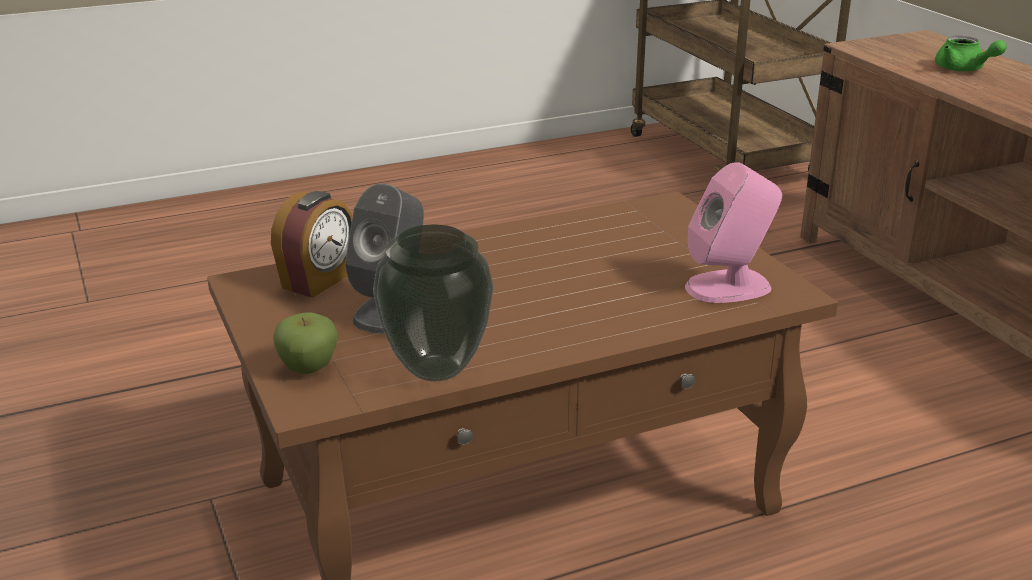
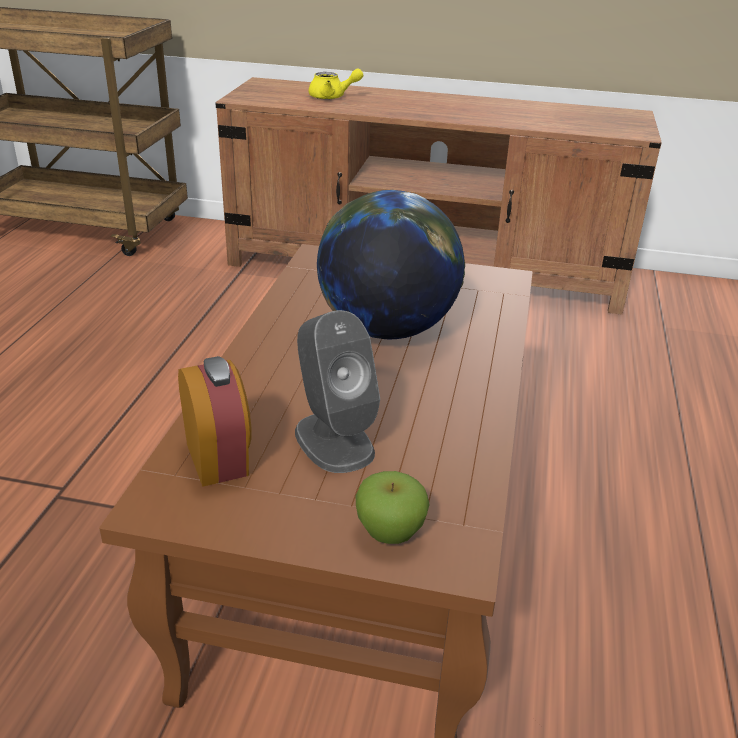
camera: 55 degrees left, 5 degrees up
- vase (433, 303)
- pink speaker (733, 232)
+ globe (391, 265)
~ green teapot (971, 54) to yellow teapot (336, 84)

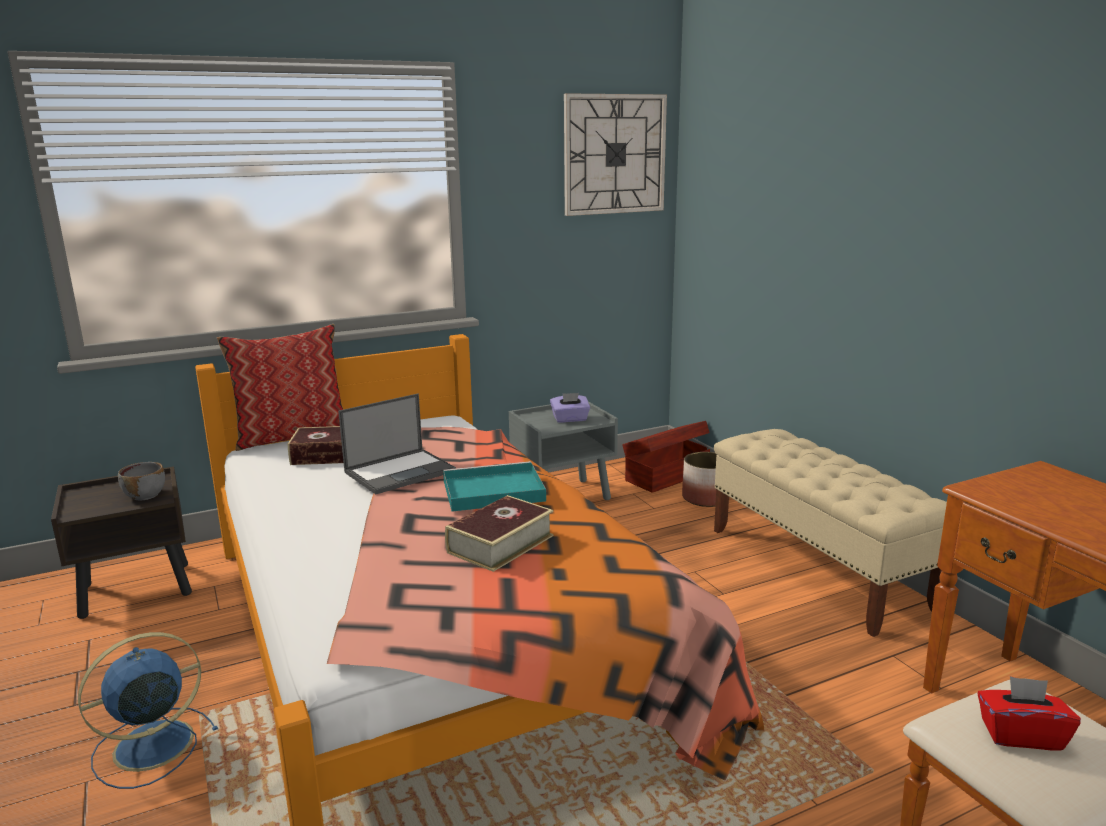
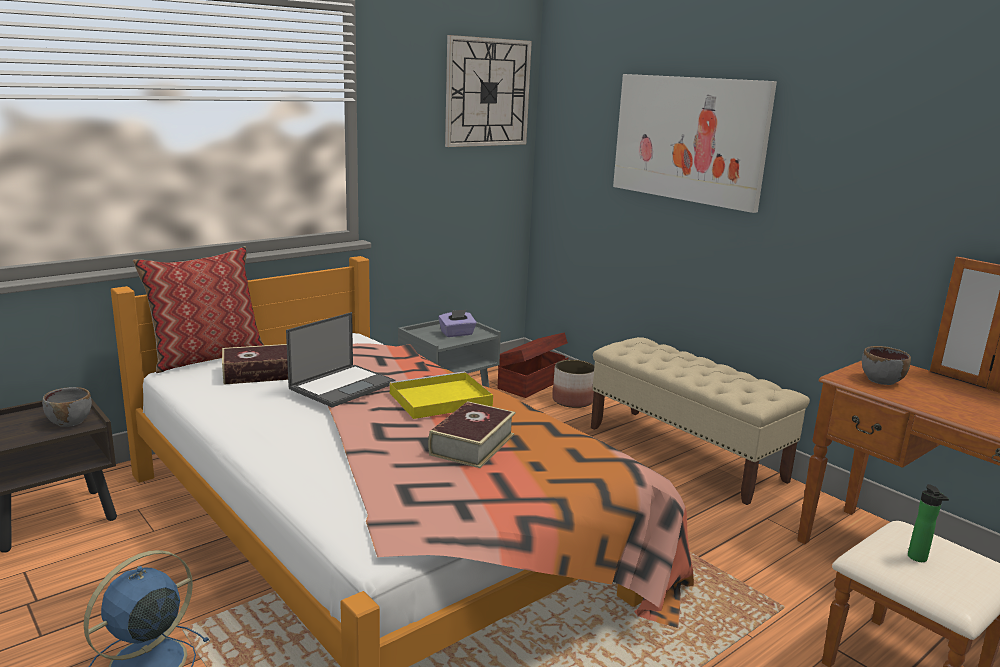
camera: 15 degrees left, 0 degrees up
+ picture (695, 143)
+ grey bowl (886, 365)
~ red tissue box (1029, 713) to bottle (928, 523)
~ turquoise tray (494, 486) to yellow tray (441, 395)

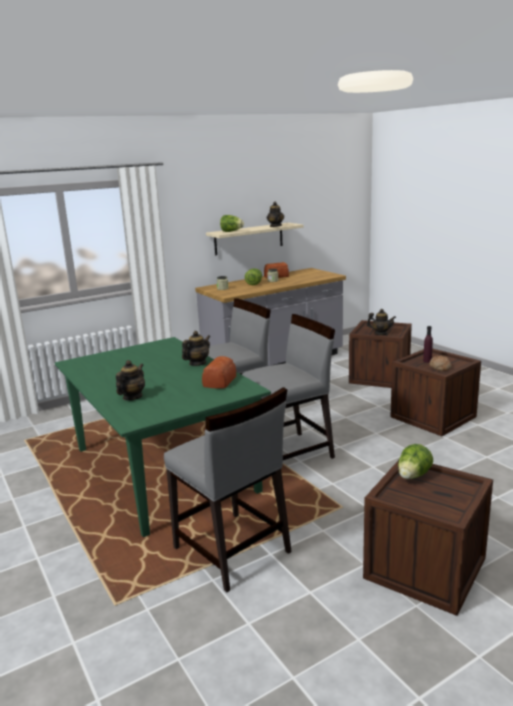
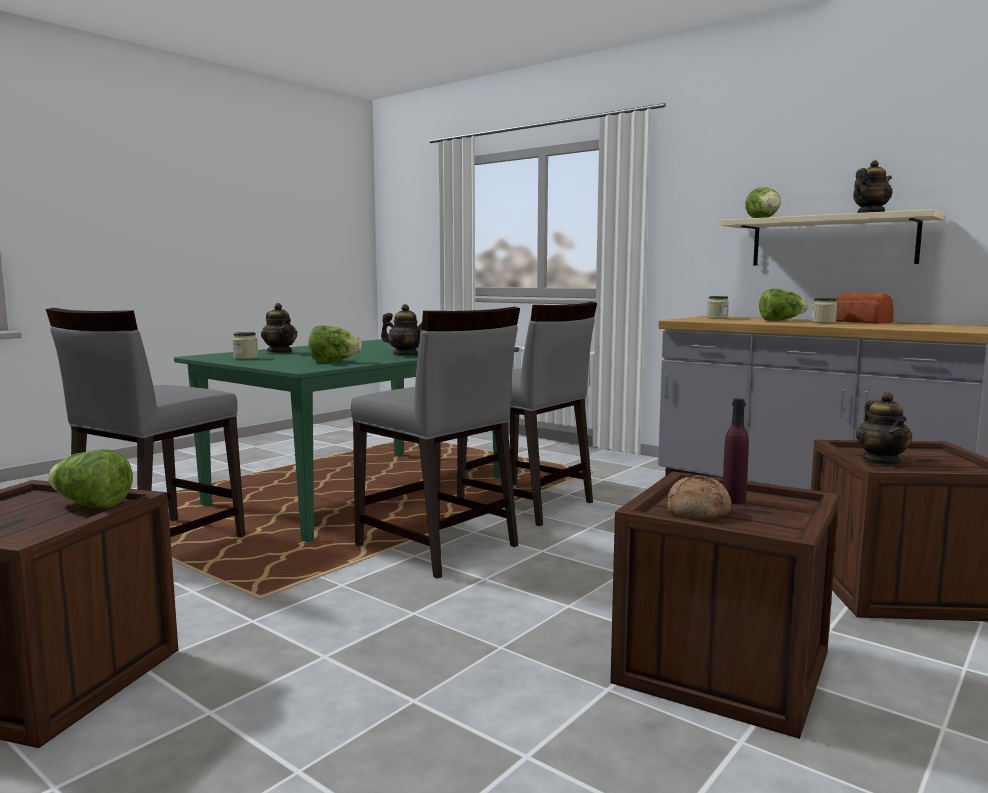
camera: 70 degrees right, 10 degrees down
+ jar (245, 345)
~ bread (219, 372) to lettuce (335, 344)
~ teapot (130, 380) = (279, 328) 45 degrees clockwise

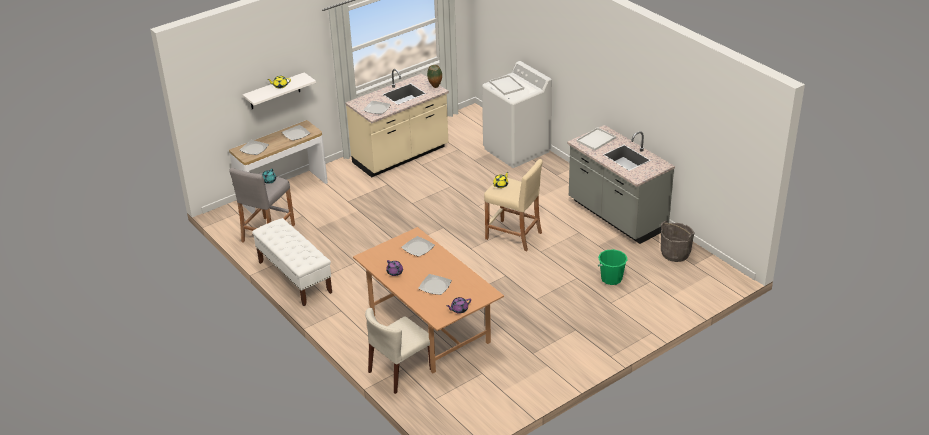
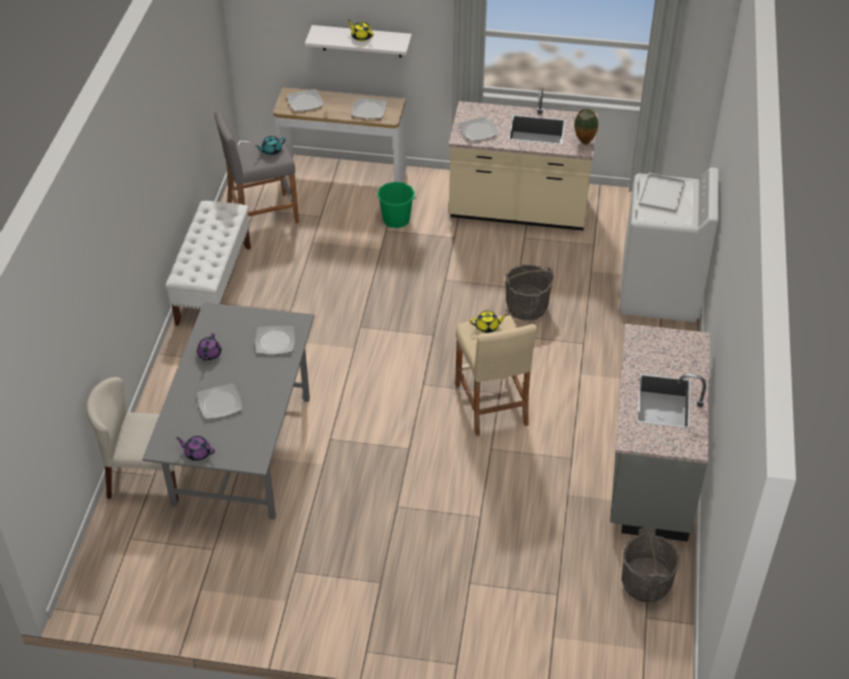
camera: 45 degrees right, 10 degrees up
- white tray (596, 138)
+ grey bucket (529, 292)
~ green bucket (613, 267) to (396, 205)
~ brown dining table (428, 300) to grey dining table (228, 411)

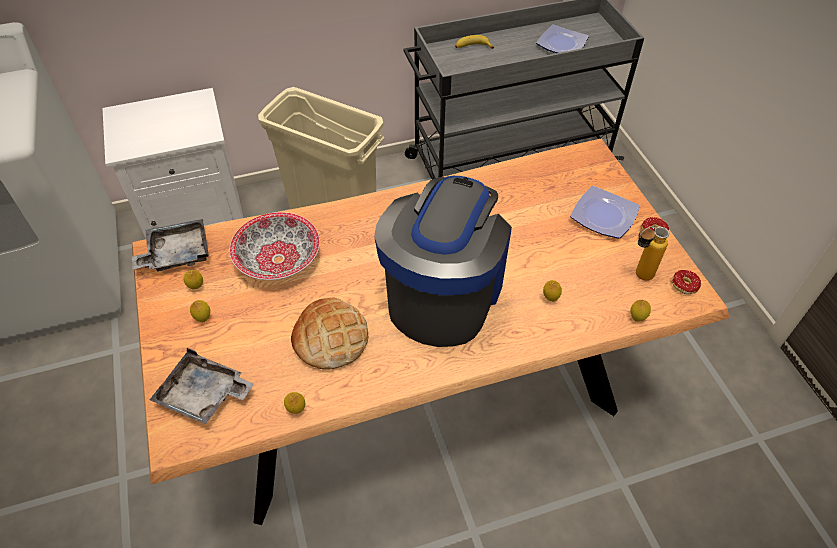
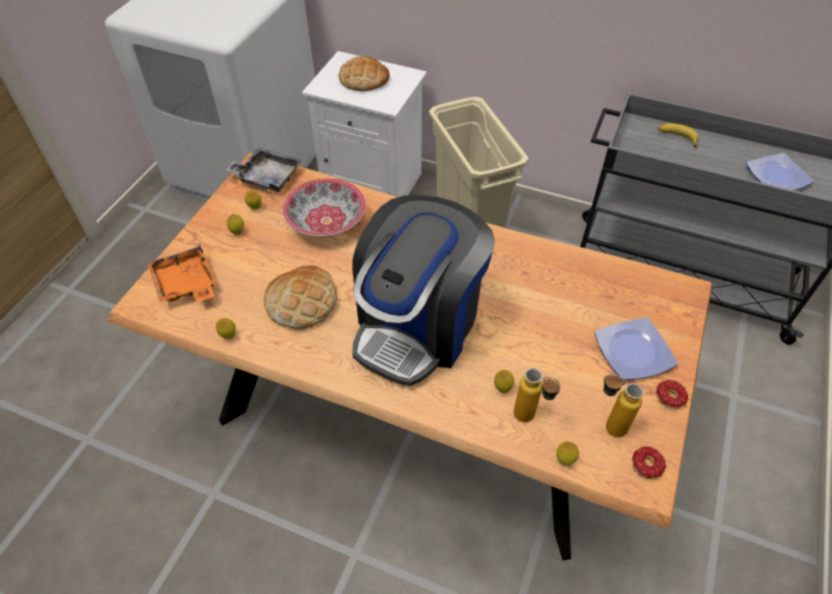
camera: 40 degrees right, 0 degrees up
+ bread (364, 73)
+ bottle (537, 395)
~ grey tray (202, 386) to orange tray (181, 272)
~ coffee machine (443, 261) = (423, 290) 150 degrees clockwise

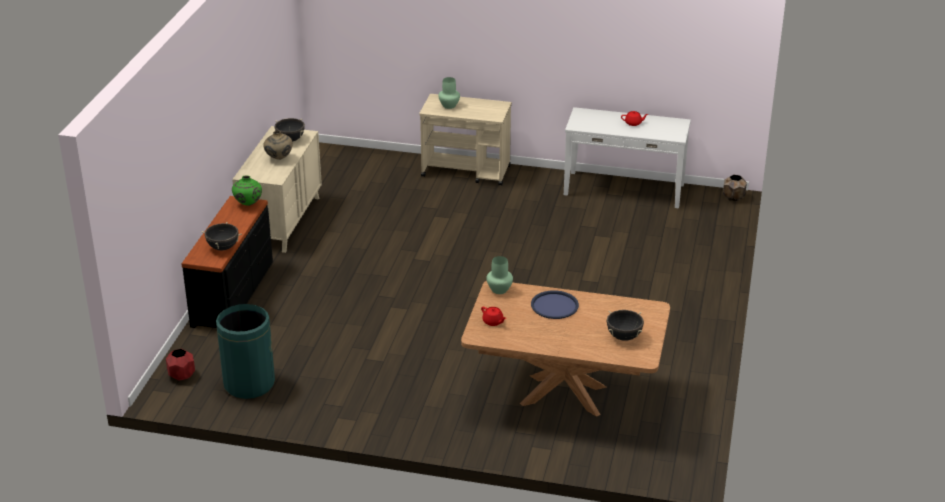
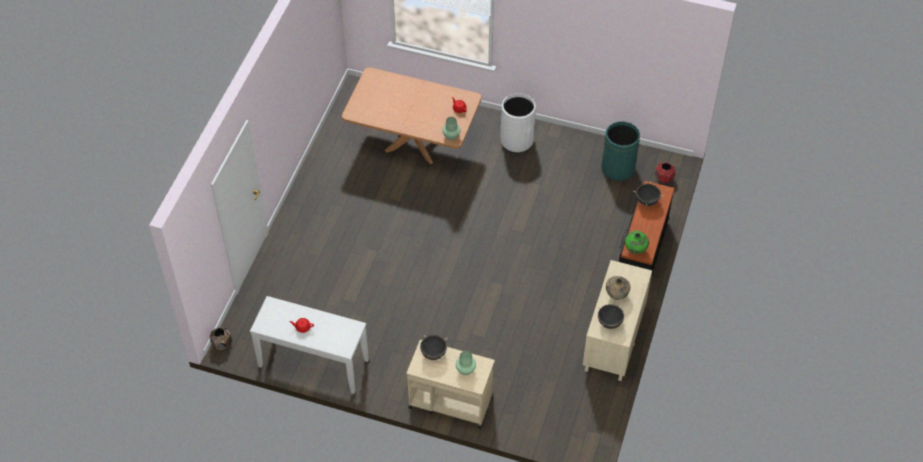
camera: 175 degrees left, 20 degrees up
- blue tray (555, 304)
+ white trash can (518, 122)
~ black cooking pot (625, 325) to (433, 347)

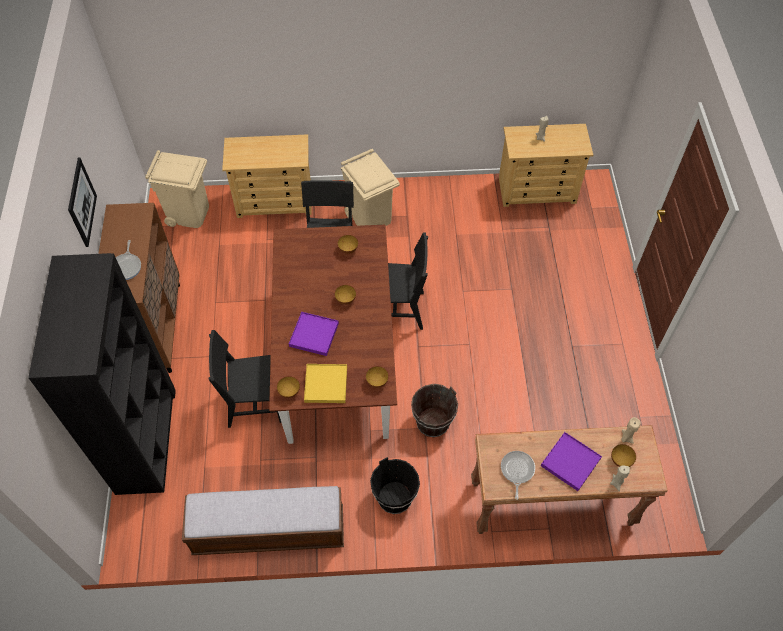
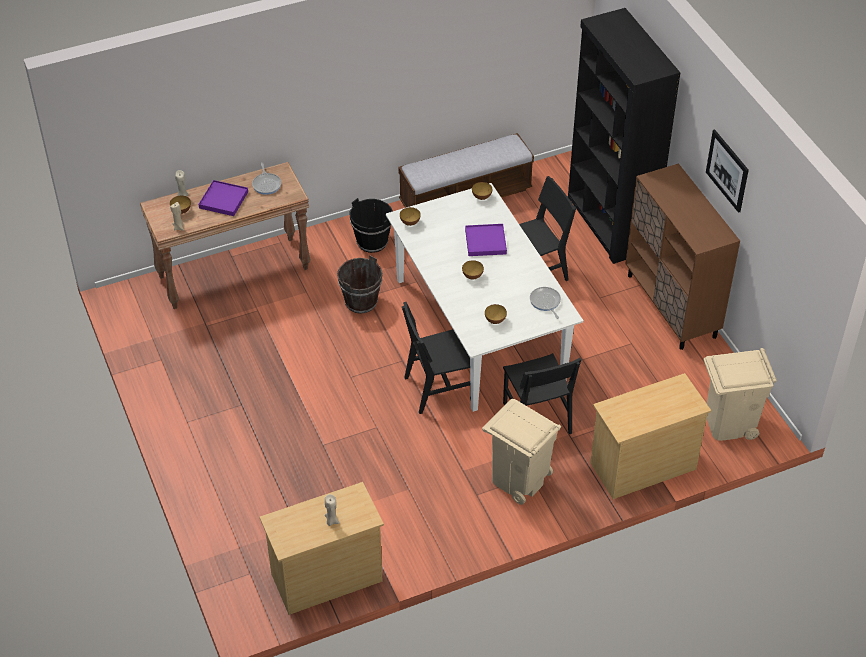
camera: 160 degrees right, 10 degrees down
- yellow tray (325, 383)
~ frying pan (128, 260) to (545, 303)
~ brown dining table (333, 334) to white dining table (484, 297)

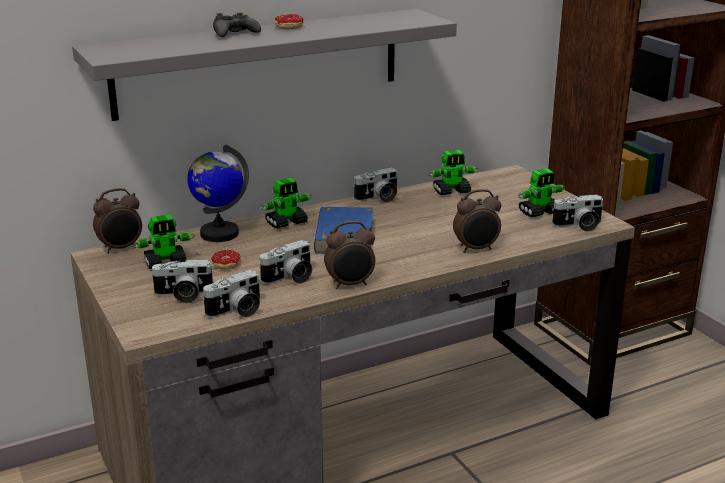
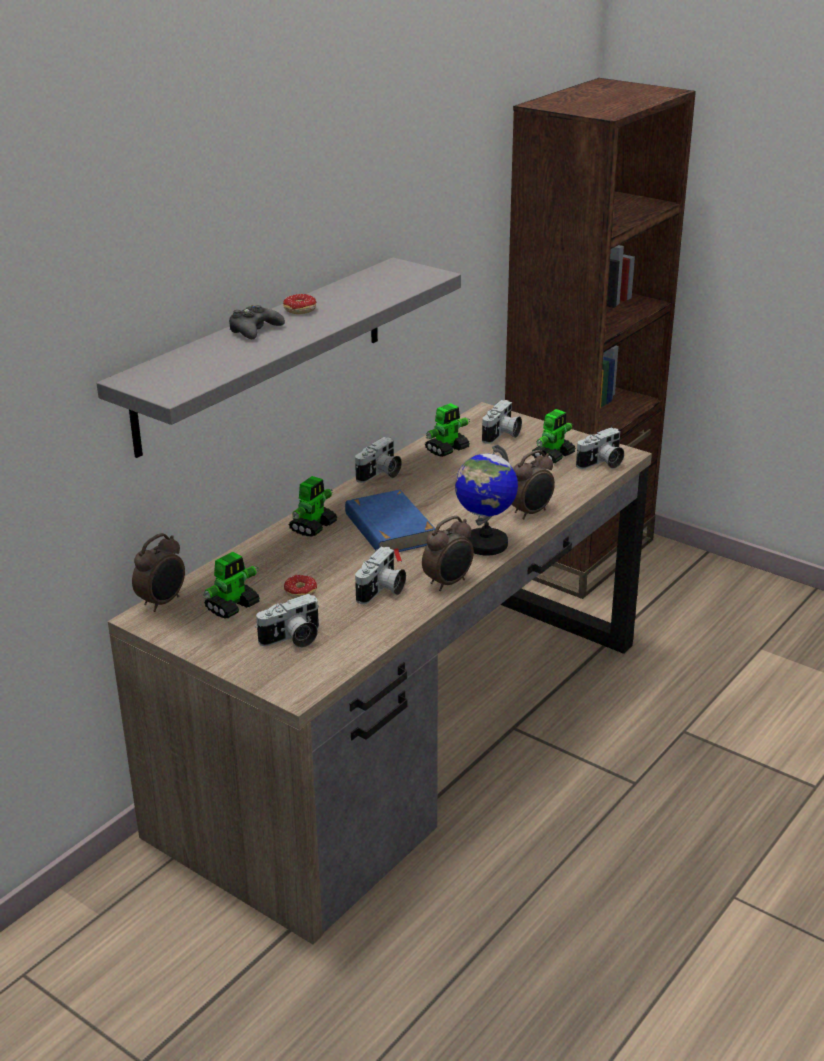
camera: 25 degrees left, 5 degrees up
~ globe (218, 193) to (486, 500)
~ photo camera (231, 294) to (502, 422)

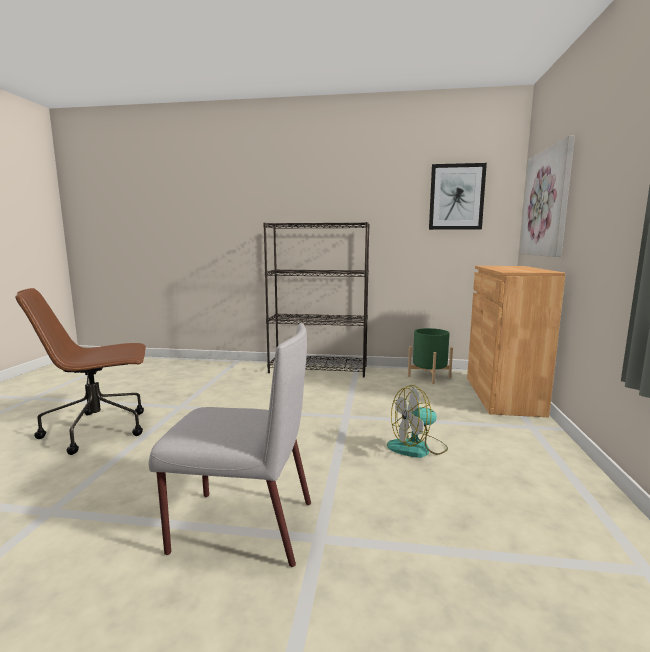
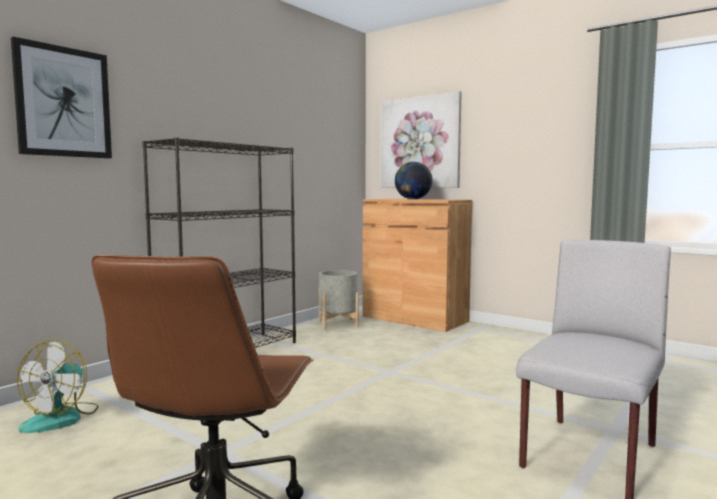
camera: 60 degrees left, 5 degrees down
+ globe (414, 180)
~ fan (417, 421) to (57, 386)
~ picture (458, 196) to (61, 97)
~ green planter (430, 356) to grey planter (339, 300)

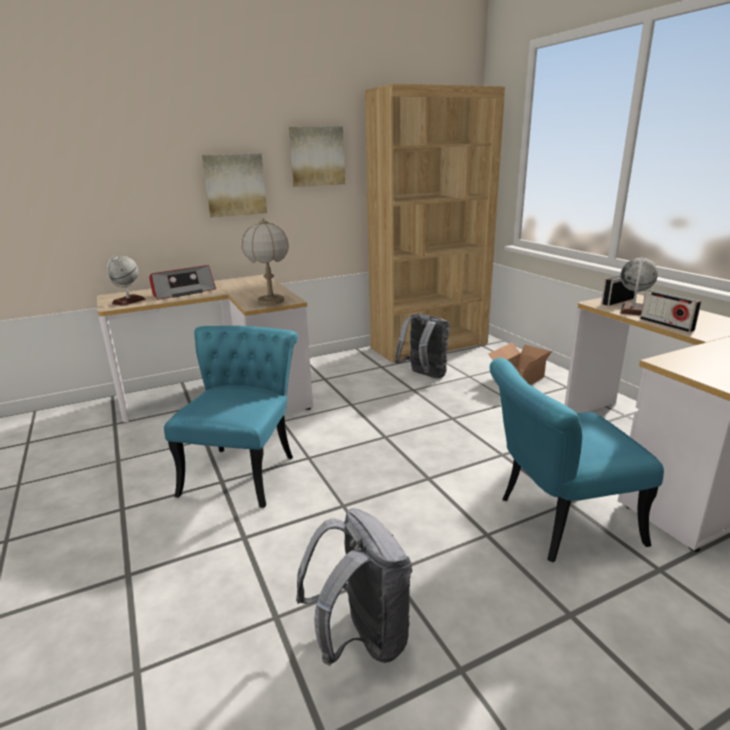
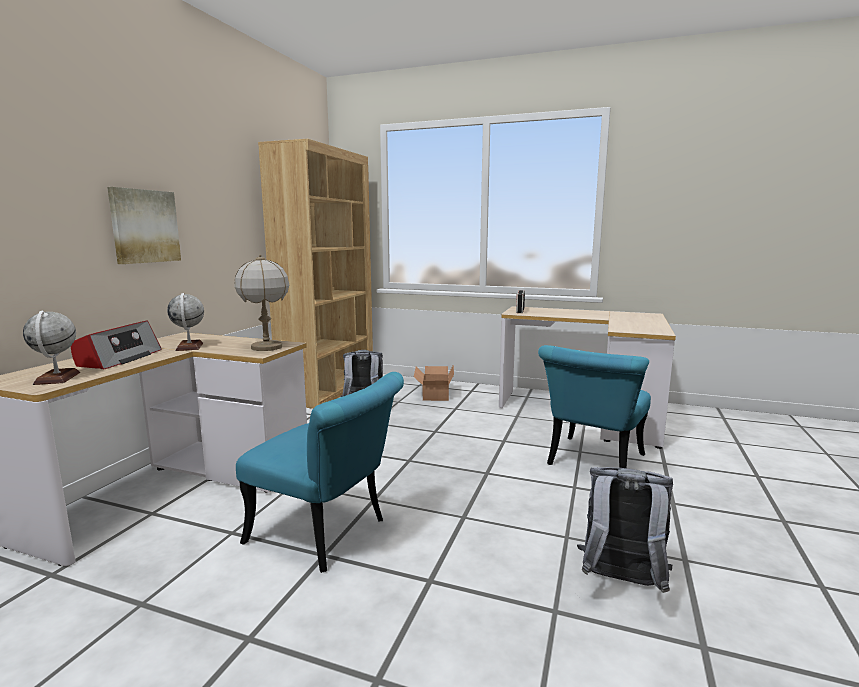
camera: 45 degrees left, 10 degrees down
- picture (317, 156)
- radio (670, 311)
~ globe (639, 286) to (185, 322)
~ turquoise chair (231, 417) = (320, 472) 150 degrees clockwise

